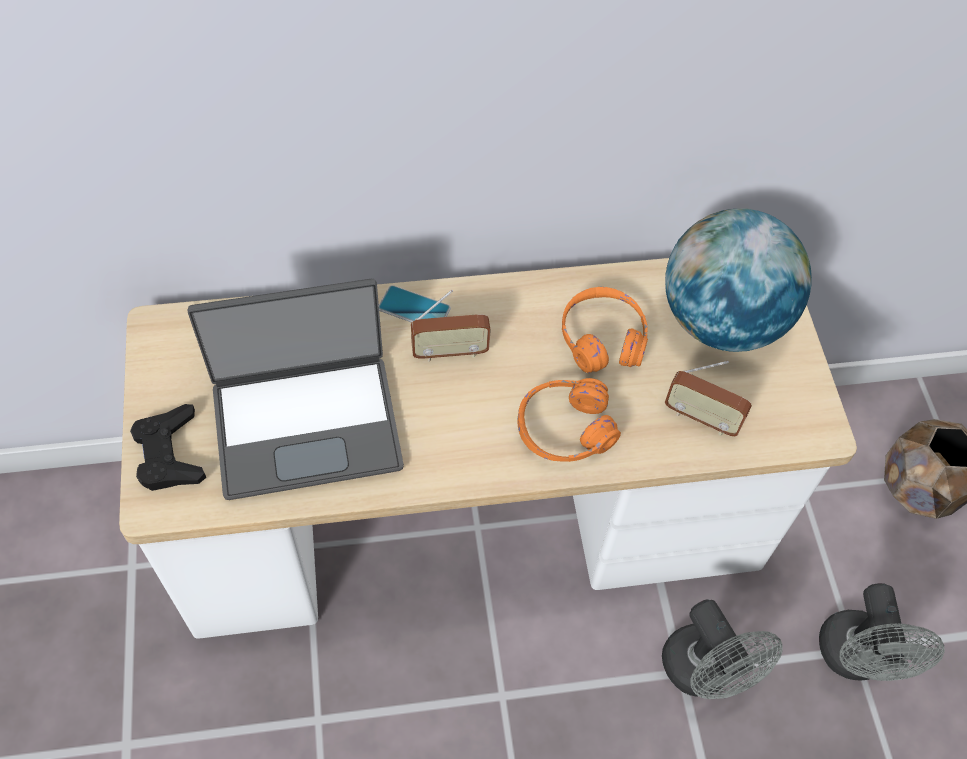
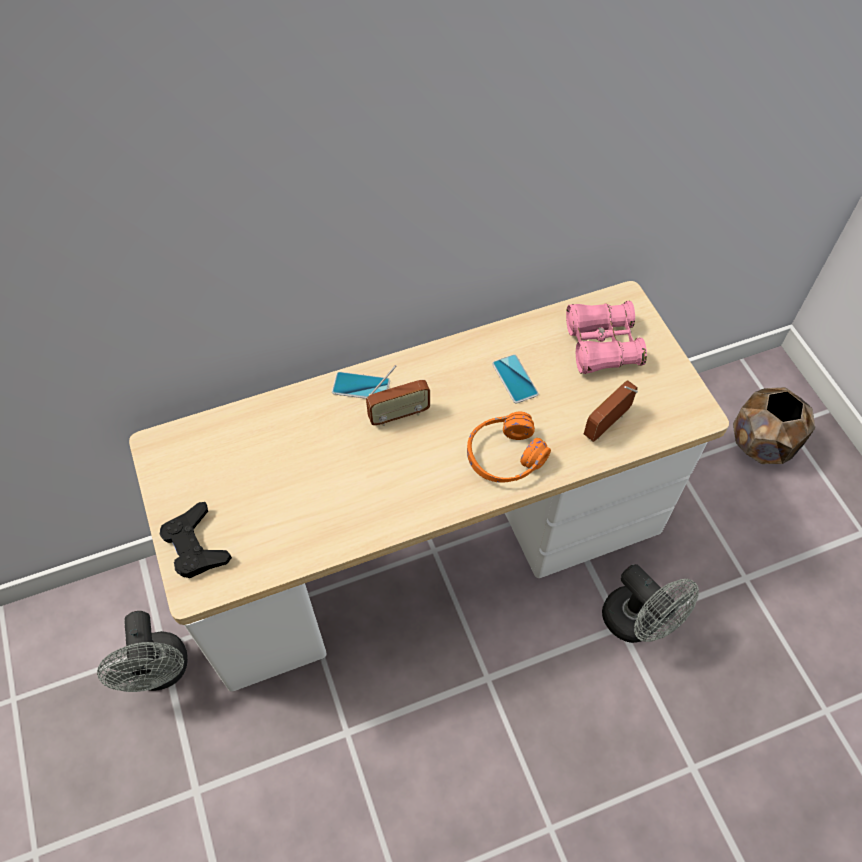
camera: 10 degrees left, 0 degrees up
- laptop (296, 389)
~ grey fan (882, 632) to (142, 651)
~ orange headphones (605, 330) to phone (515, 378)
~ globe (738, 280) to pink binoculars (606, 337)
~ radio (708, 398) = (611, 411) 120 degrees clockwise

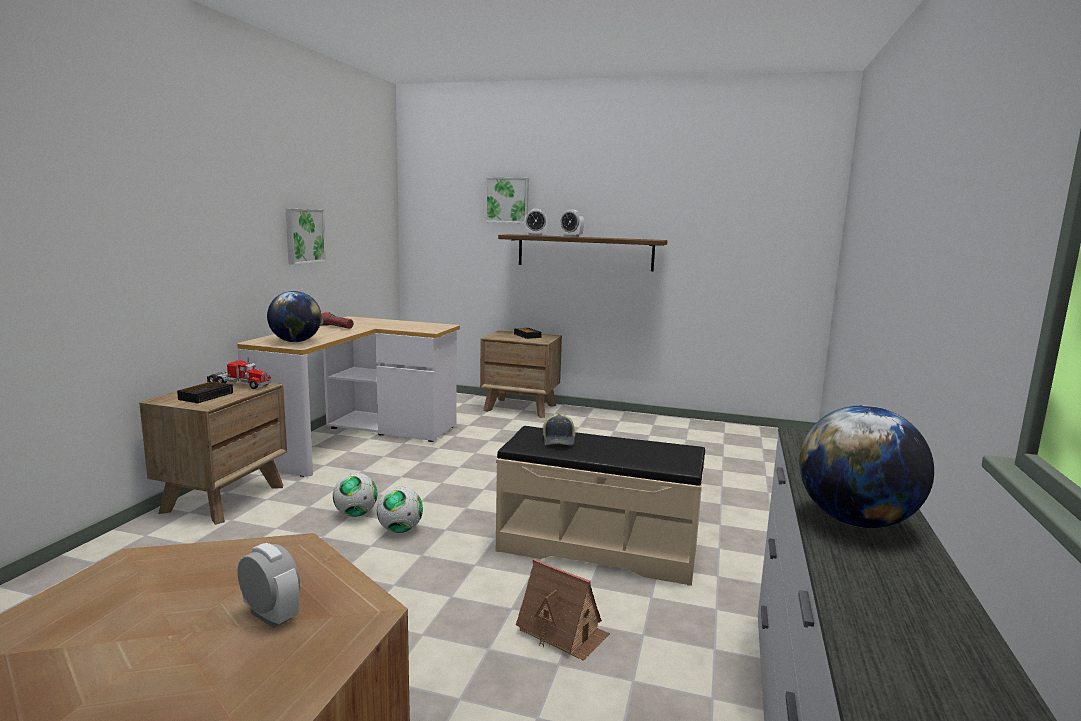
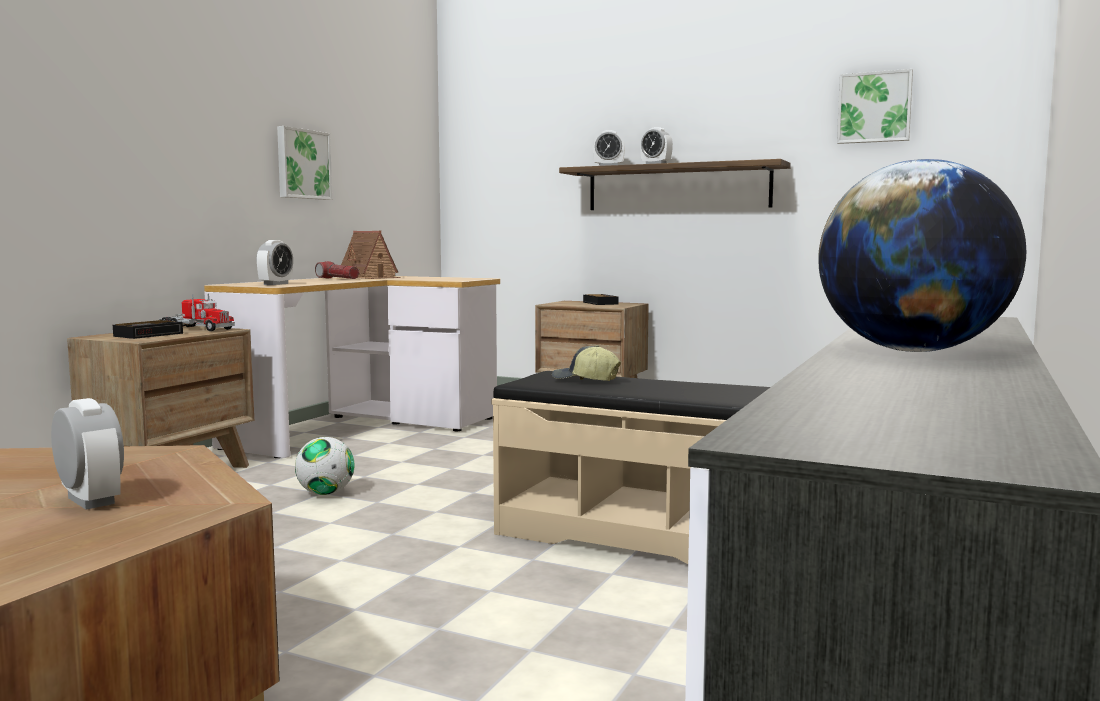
camera: 10 degrees right, 5 degrees down
- football (400, 510)
~ picture (507, 200) to (875, 106)
~ toy house (563, 610) to (371, 255)
~ globe (294, 316) to alarm clock (274, 262)
~ cap (559, 430) = (586, 363) 105 degrees clockwise

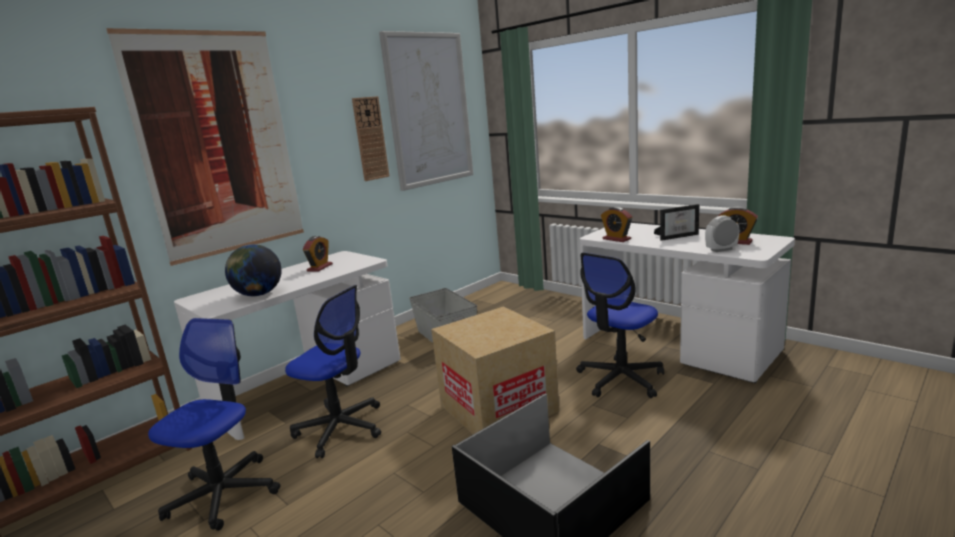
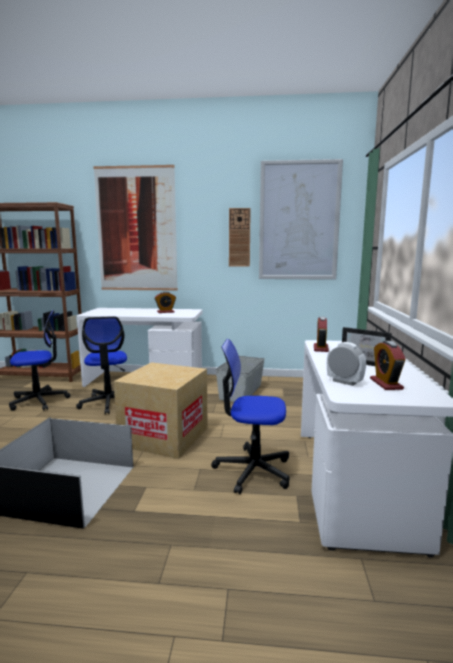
camera: 50 degrees right, 5 degrees down
- globe (253, 270)

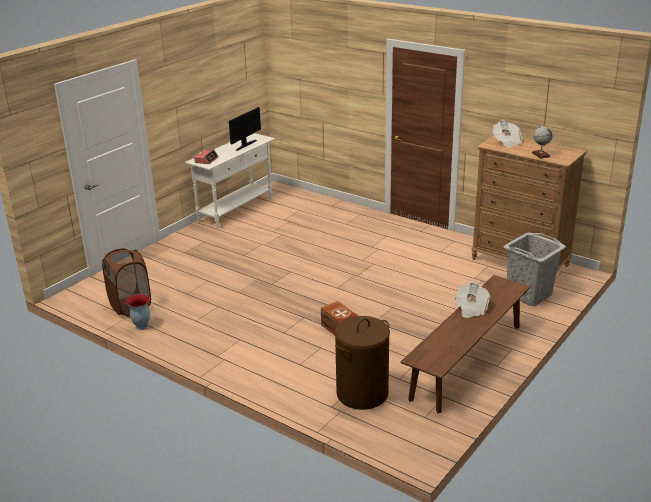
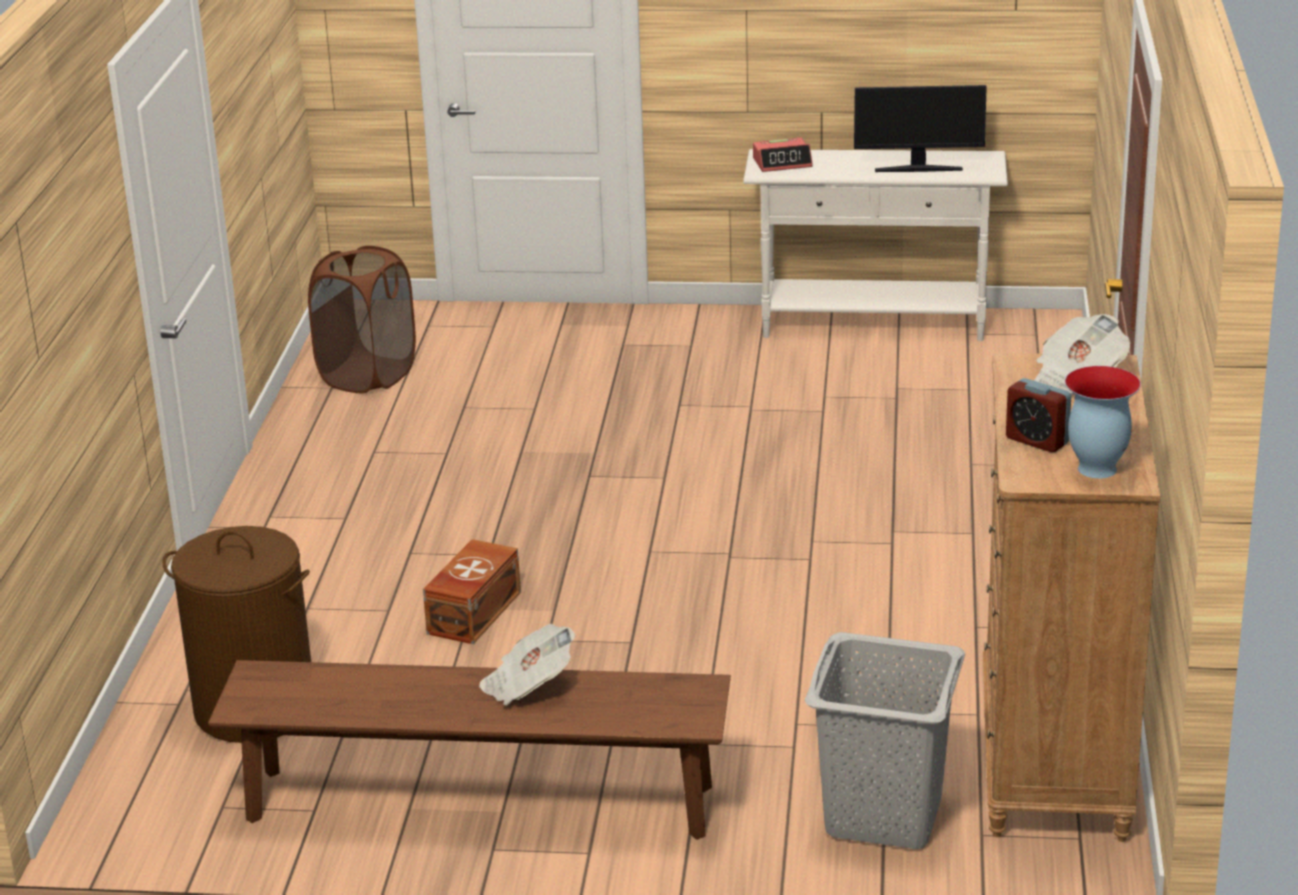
camera: 60 degrees right, 0 degrees up
~ vase (138, 312) to (1103, 422)
~ globe (542, 142) to alarm clock (1038, 415)

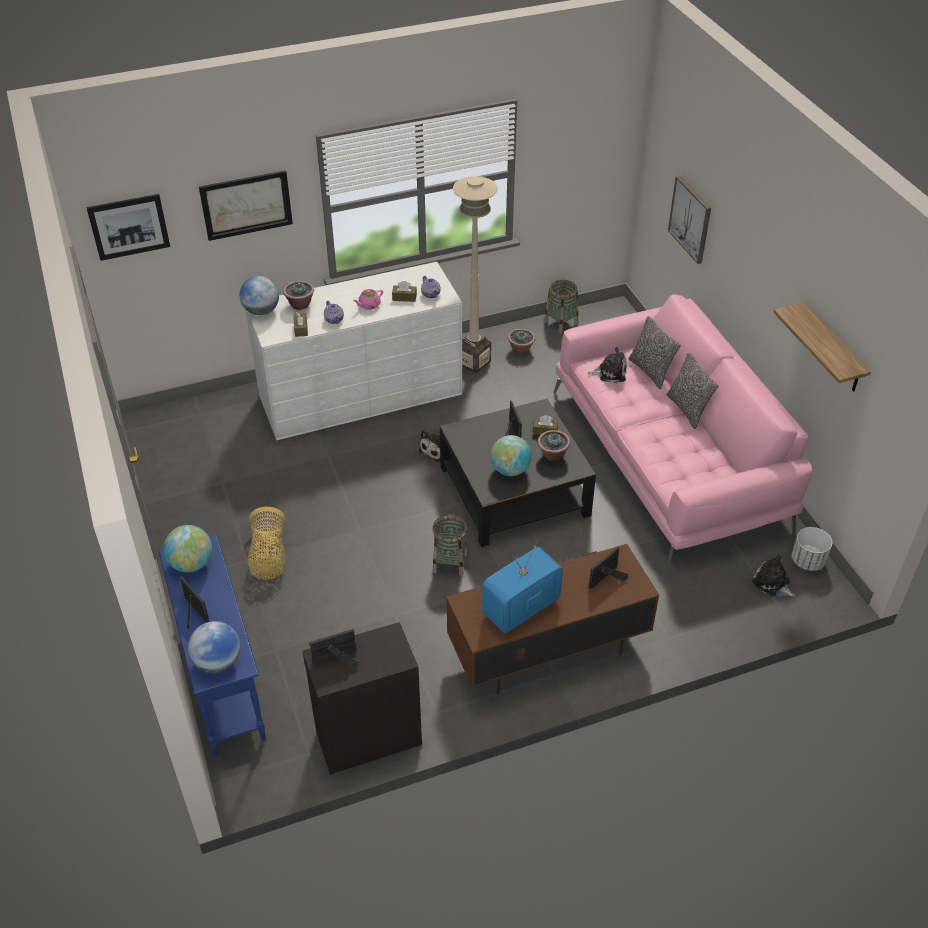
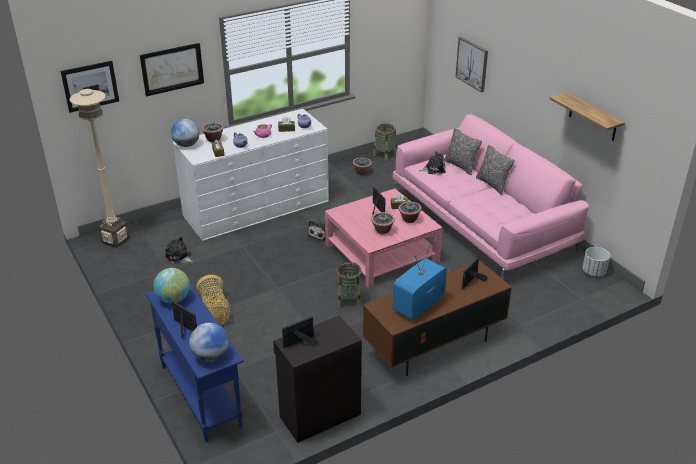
camera: 10 degrees left, 10 degrees down
~ beige floor lamp (475, 275) to (99, 168)
~ plush toy (773, 575) to (179, 249)
~ globe (511, 455) to potted plant (383, 223)
~ black coffee table (518, 473) to pink coffee table (384, 239)

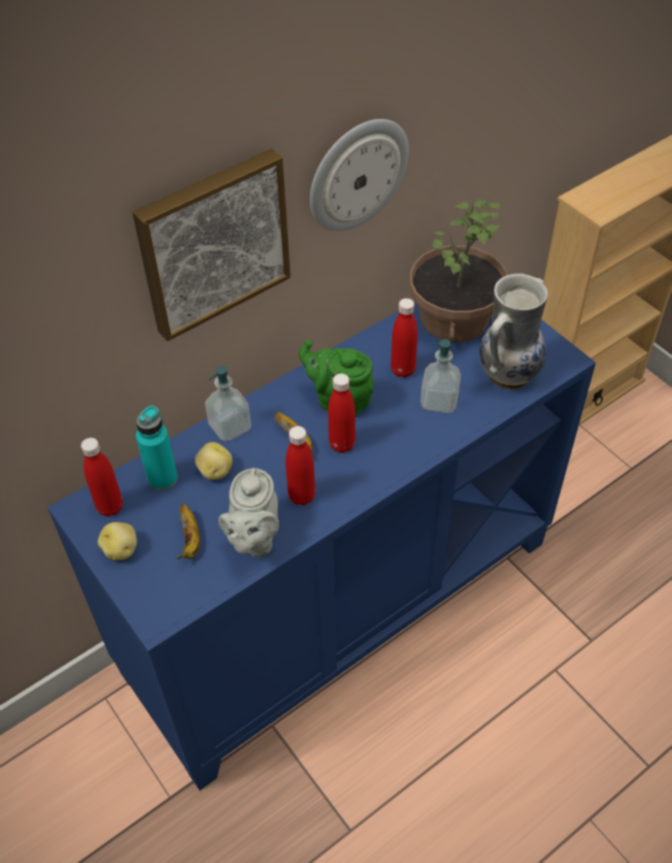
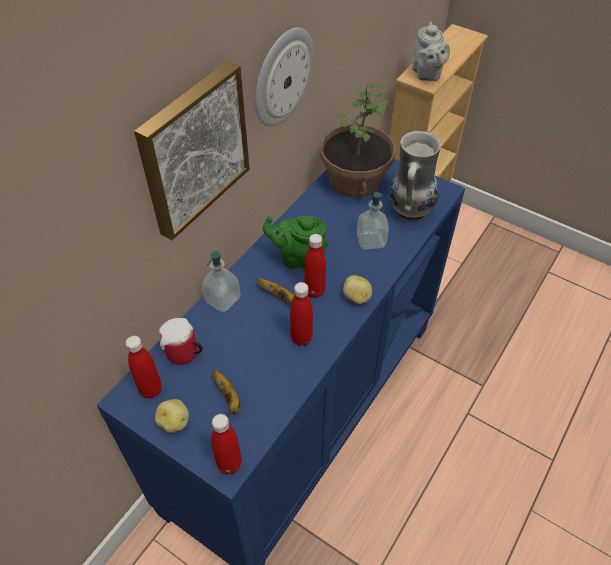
camera: 20 degrees left, 0 degrees up
~ potato (214, 461) to (357, 289)
~ grey teapot (248, 513) to (431, 51)
~ red bottle (404, 338) to (226, 444)
~ turquoise bottle (157, 448) to mug (181, 341)

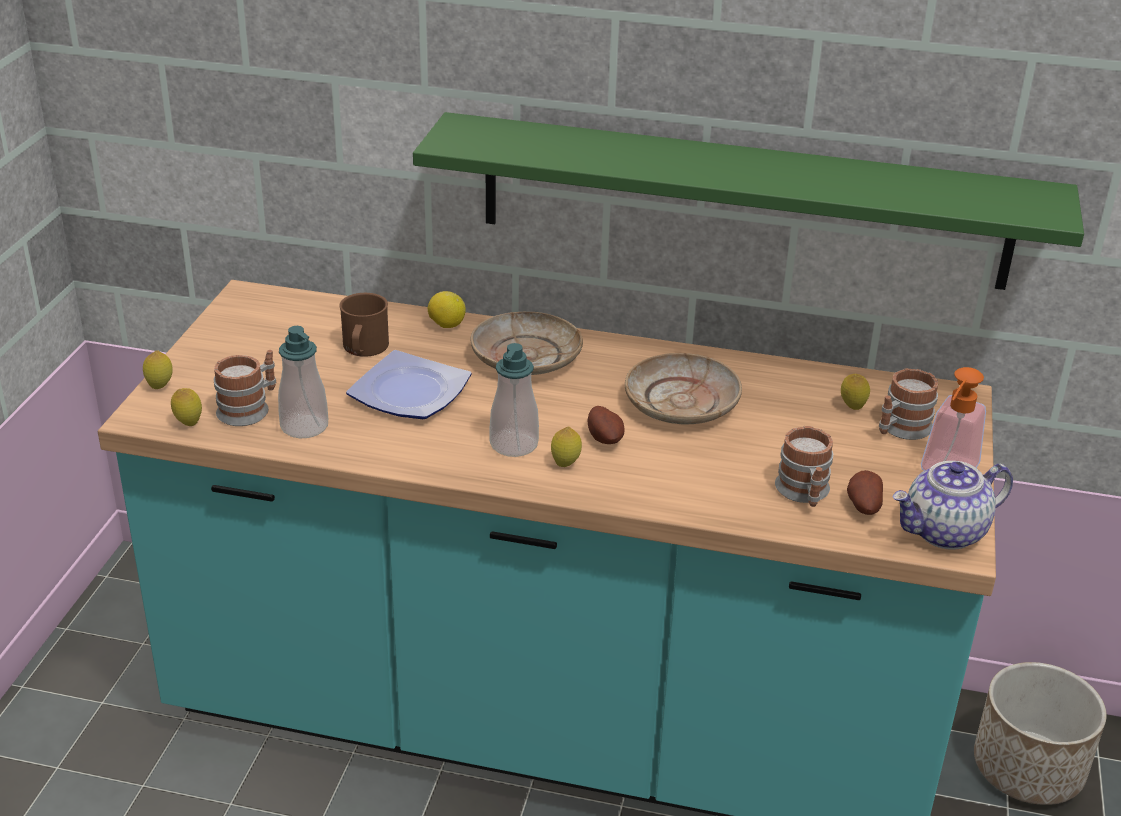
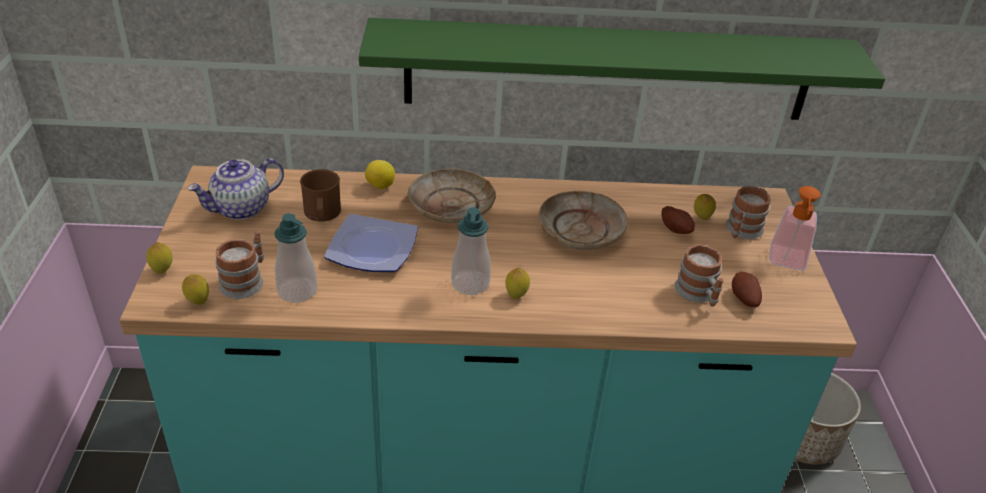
camera: 15 degrees left, 5 degrees up
~ potato (606, 425) to (678, 220)
~ teapot (952, 505) to (235, 189)

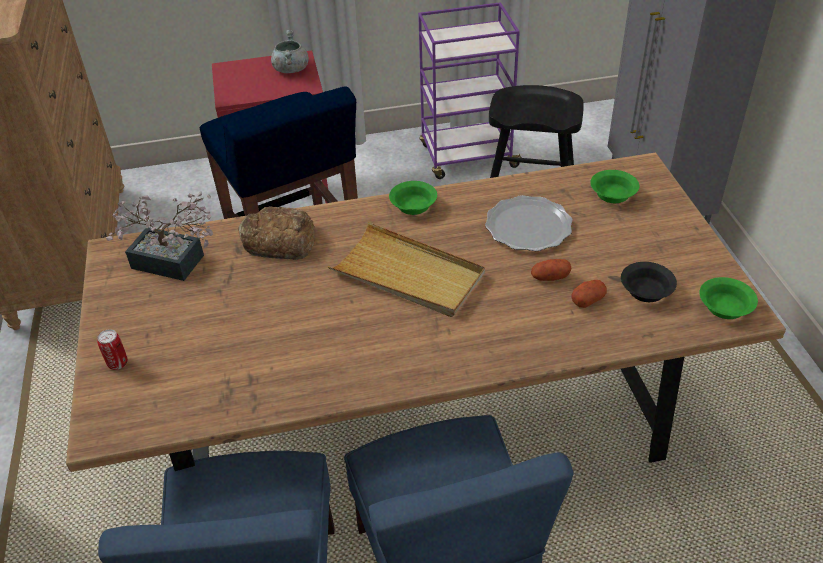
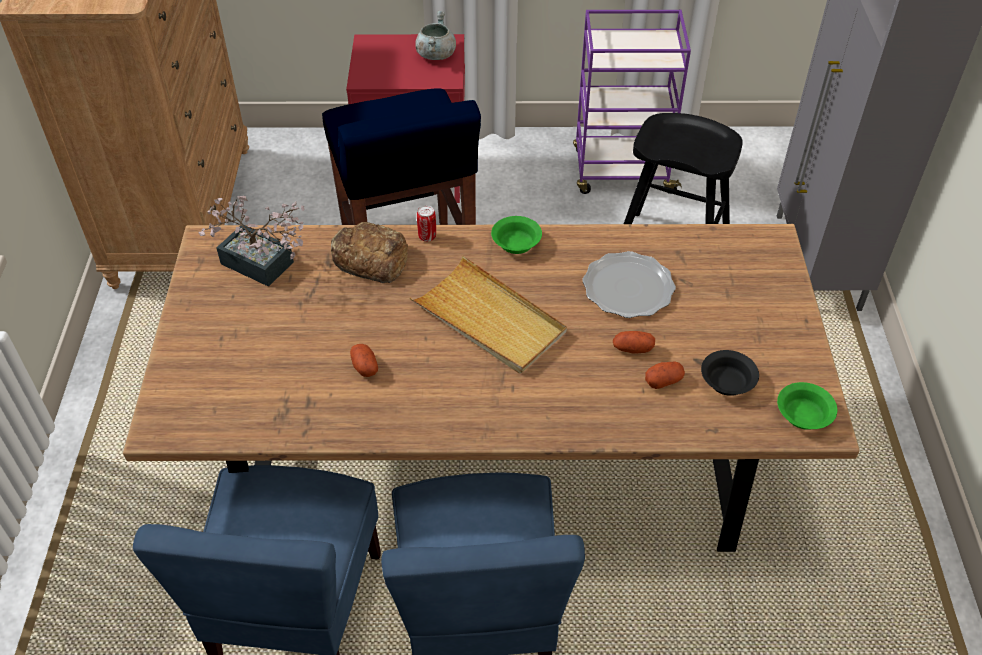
camera: 10 degrees right, 5 degrees up
- green bowl (614, 186)
+ potato (364, 360)
~ can (112, 349) to (426, 223)

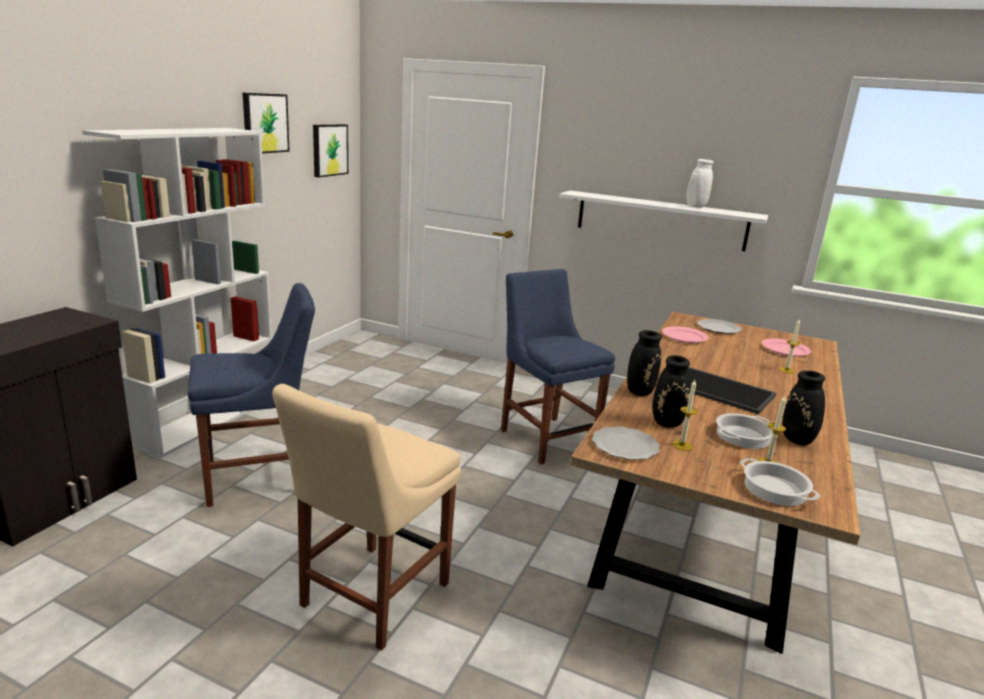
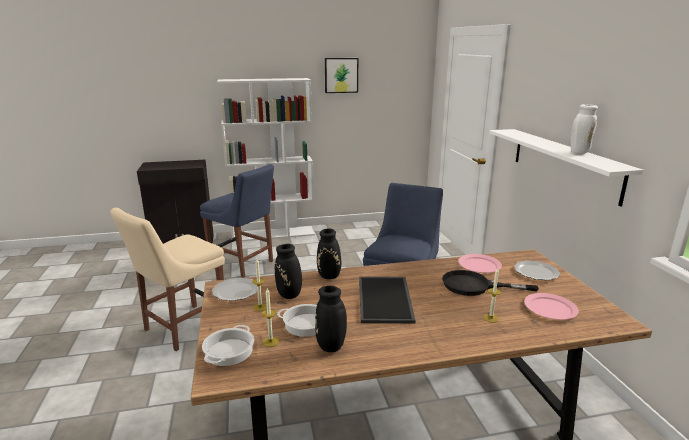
camera: 55 degrees right, 0 degrees up
- picture (330, 150)
+ black frying pan (490, 283)
~ beige chair (366, 517) = (167, 279) 45 degrees counterclockwise

